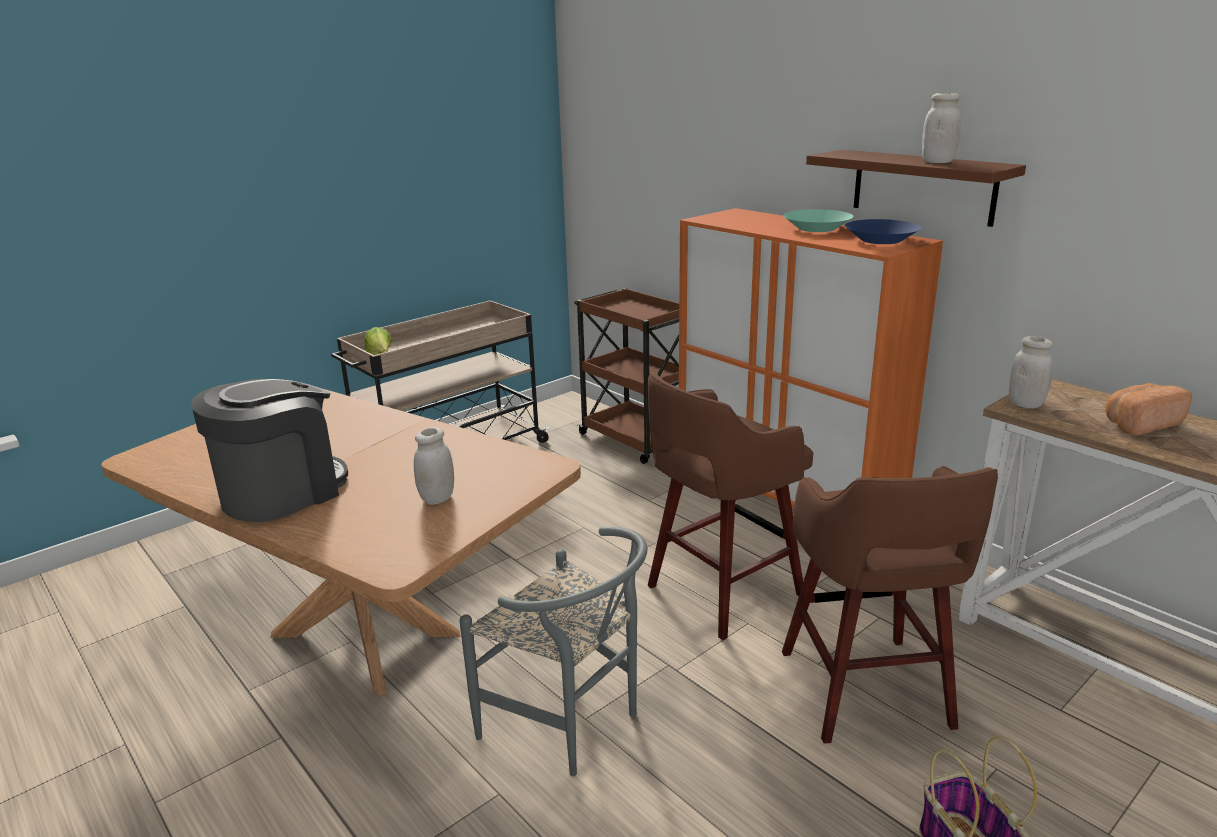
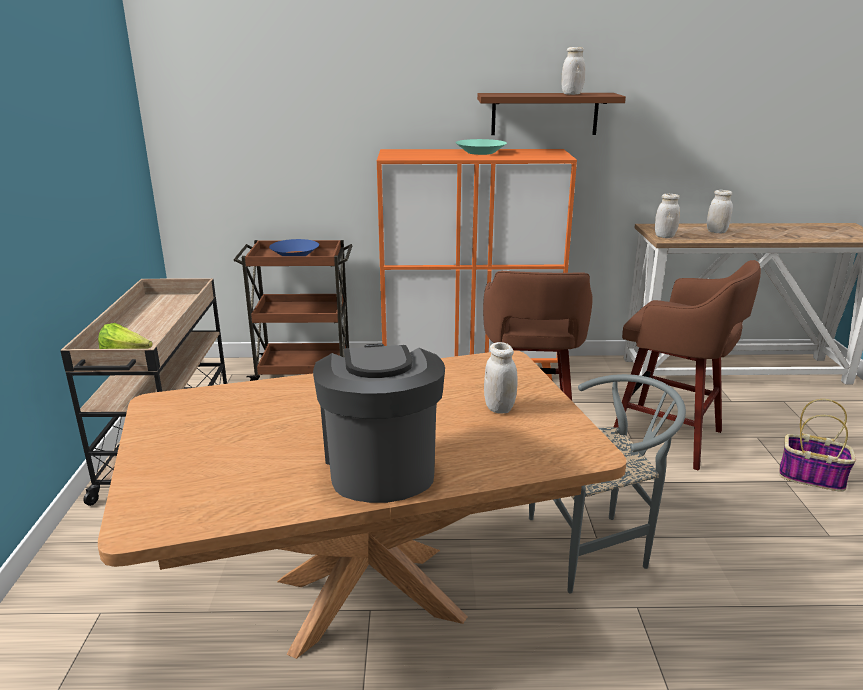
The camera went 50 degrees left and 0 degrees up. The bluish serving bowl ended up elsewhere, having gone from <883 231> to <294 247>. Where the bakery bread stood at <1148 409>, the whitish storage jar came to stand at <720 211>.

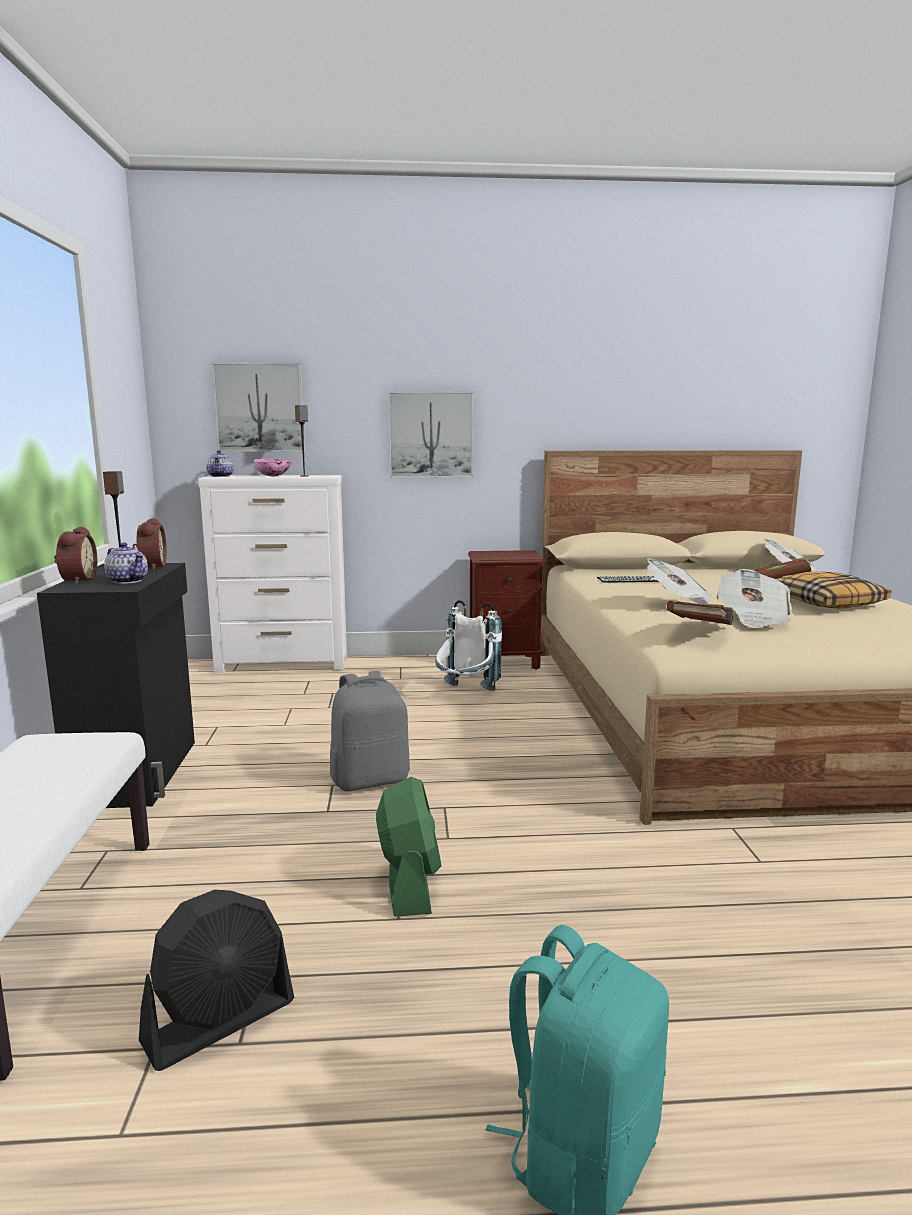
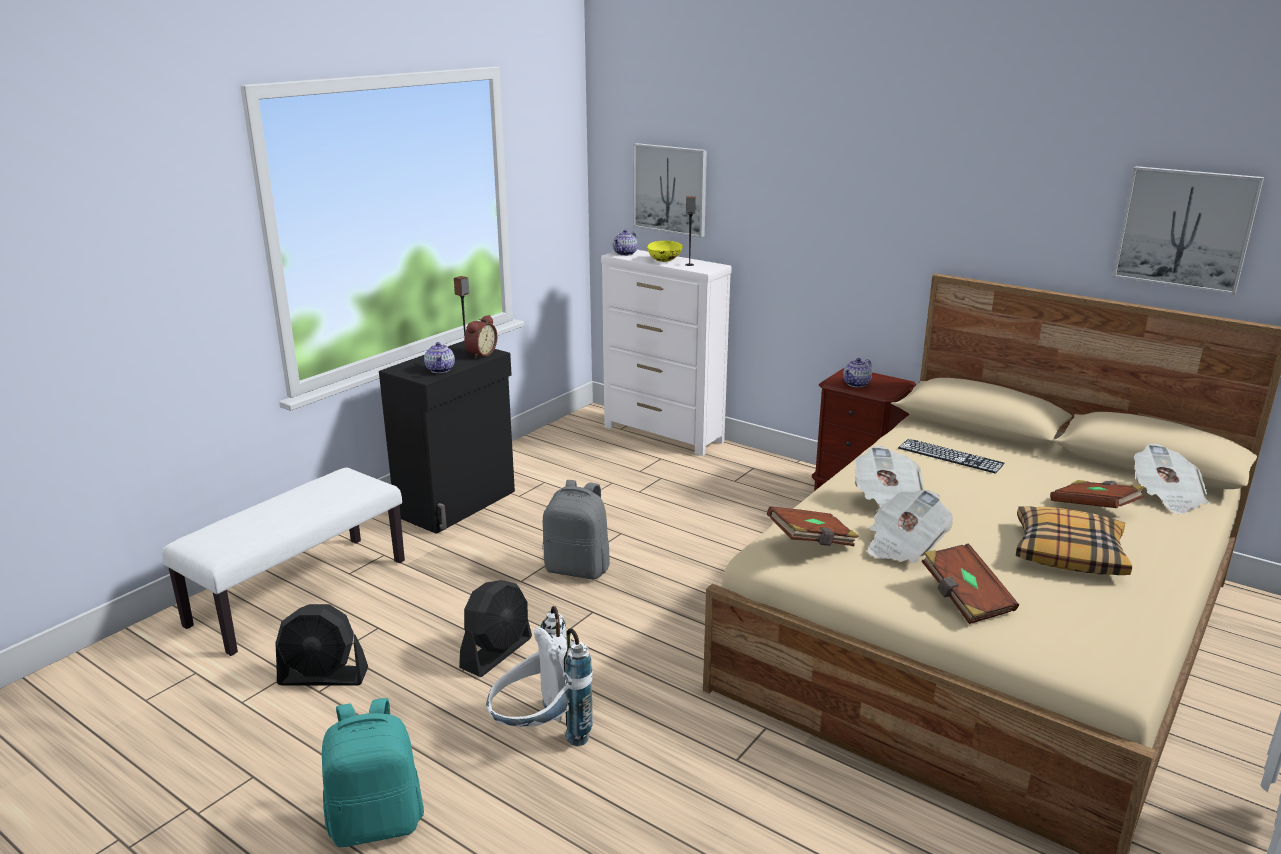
The camera went 40 degrees right and 10 degrees up. The second view lost the alarm clock at <75 555>. The second view gained the pot for tea at <857 373>. The second view gained the brown-coloured volume at <970 583>. The wall art ended up elsewhere, having gone from <431 434> to <1188 230>. The whitish backpack ended up elsewhere, having gone from <468 645> to <539 676>. What was the pink-coloured serving bowl at <273 467> turned into the yellowish serving bowl at <665 251>. What was the green-coloured electric fan at <409 847> turned into the black electric fan at <495 628>.

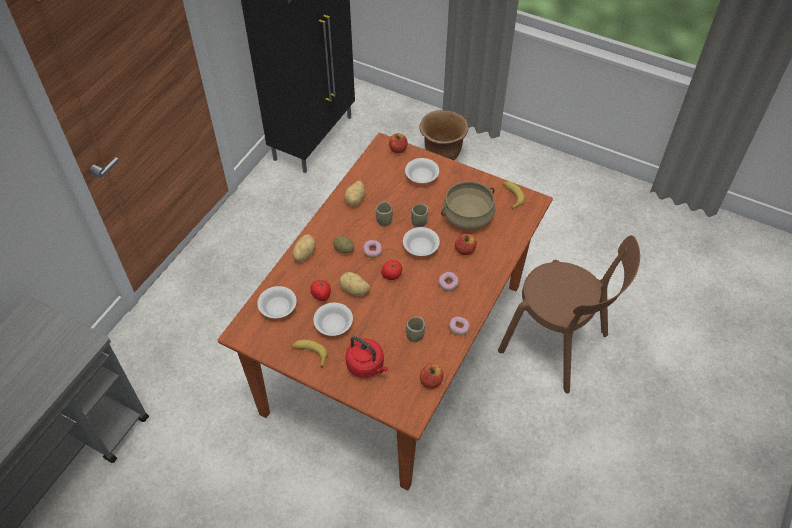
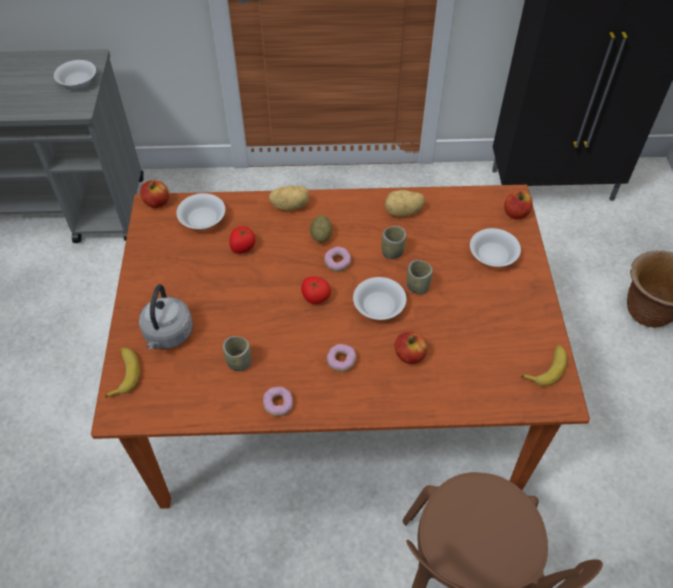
The camera went 60 degrees right and 0 degrees up. The second view lost the whole potato at <354 284>. The second view lost the beige cooking pot at <468 205>. The banana ended up elsewhere, having gone from <309 354> to <122 372>. The whitish serving bowl ended up elsewhere, having gone from <333 319> to <75 74>. The whole apple ended up elsewhere, having gone from <431 376> to <154 194>. What was the reddish tea kettle at <366 357> turned into the gray tea kettle at <166 316>.

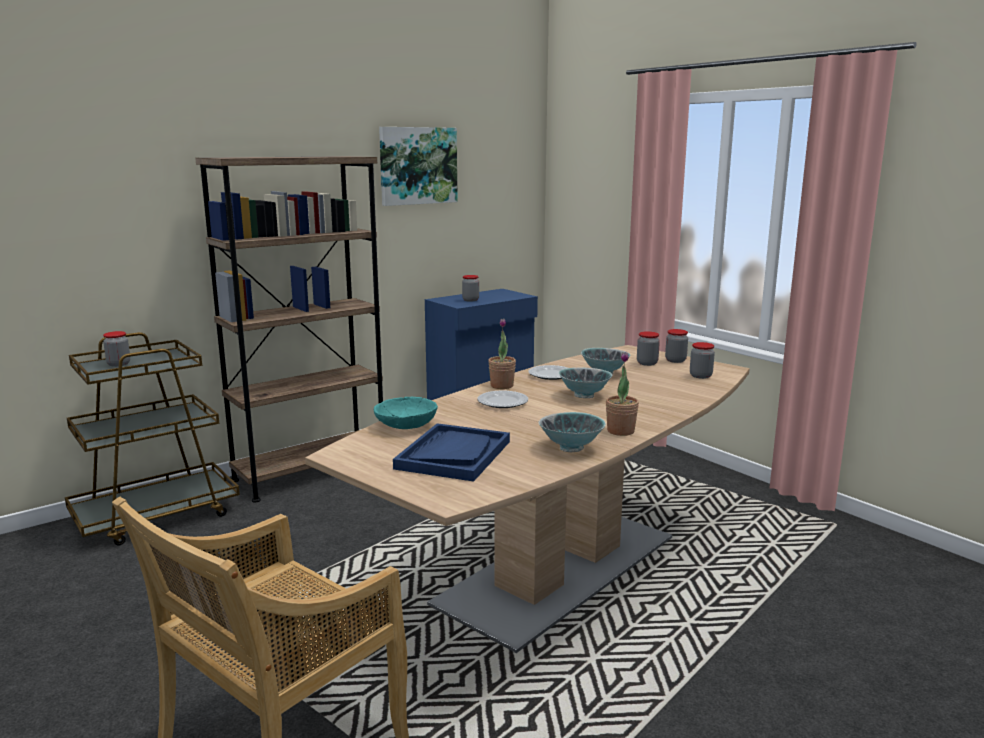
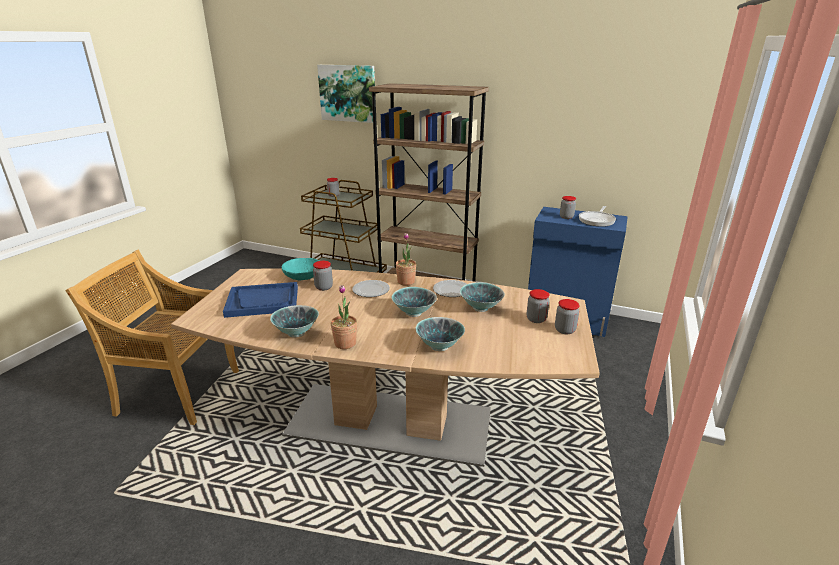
The camera went 60 degrees right and 10 degrees up. The second view gained the serving bowl at <440 334>. The second view gained the pan at <597 216>. The wall art ended up elsewhere, having gone from <418 166> to <346 94>. The storage jar ended up elsewhere, having gone from <702 360> to <323 276>.

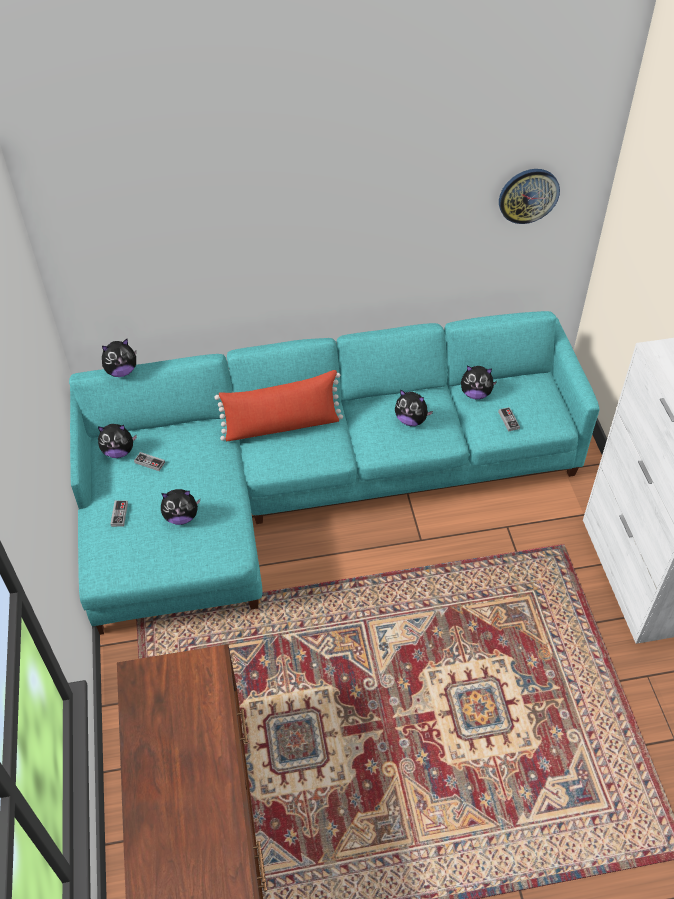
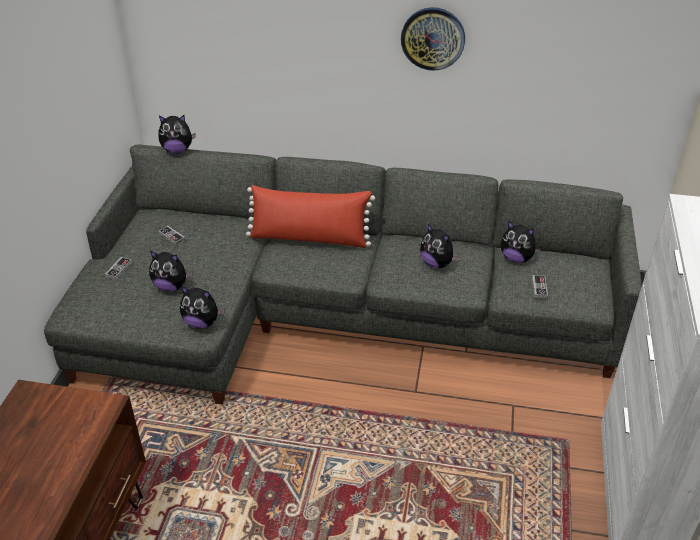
The camera went 20 degrees right and 10 degrees down. The plush toy ended up elsewhere, having gone from <117 441> to <202 307>. The wall clock ended up elsewhere, having gone from <529 196> to <433 39>. What was the turquoise settee at <334 473> turned into the gray settee at <342 274>.

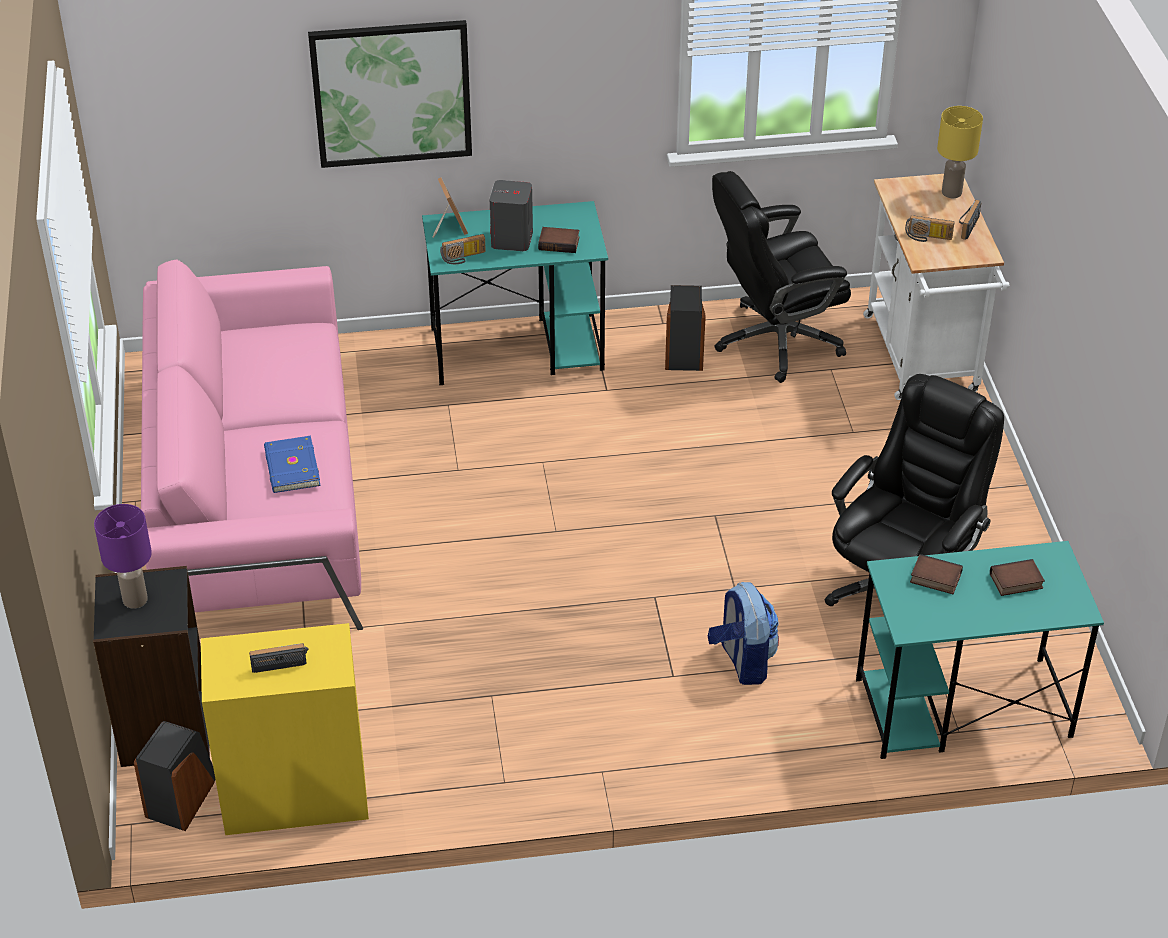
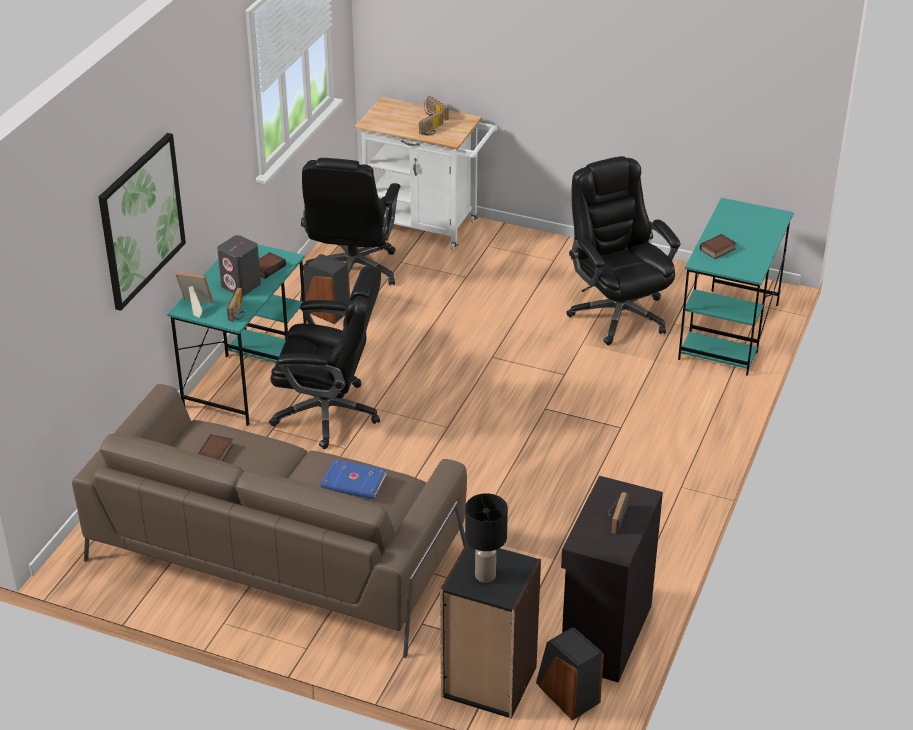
The camera went 60 degrees left and 5 degrees down. The second view lost the backpack at <743 633>. The second view lost the yellowish tabletop lamp at <960 152>. The second view gained the black desk chair at <325 357>. The volume ended up elsewhere, having gone from <1017 577> to <215 447>. What was the purple tabletop lamp at <123 556> turned into the black tabletop lamp at <486 538>. What was the pink-coloured settee at <252 445> turned into the brown-coloured settee at <269 521>. What was the yellowish storage cabinet at <285 729> turned into the black storage cabinet at <612 579>.

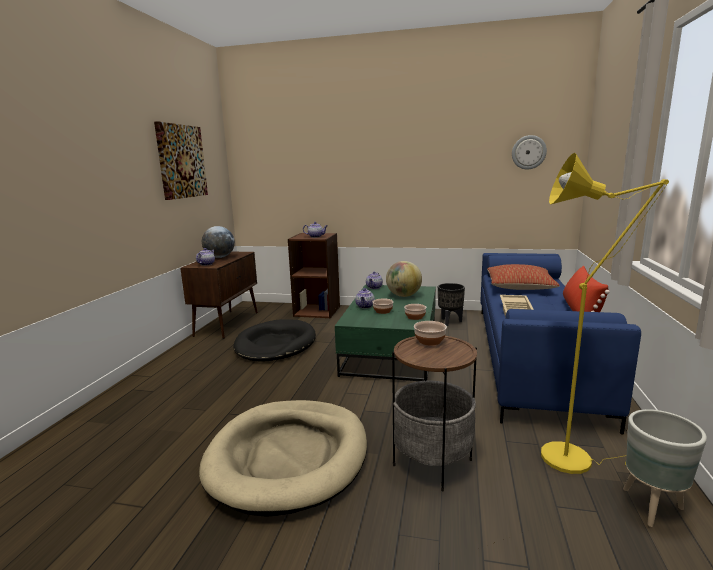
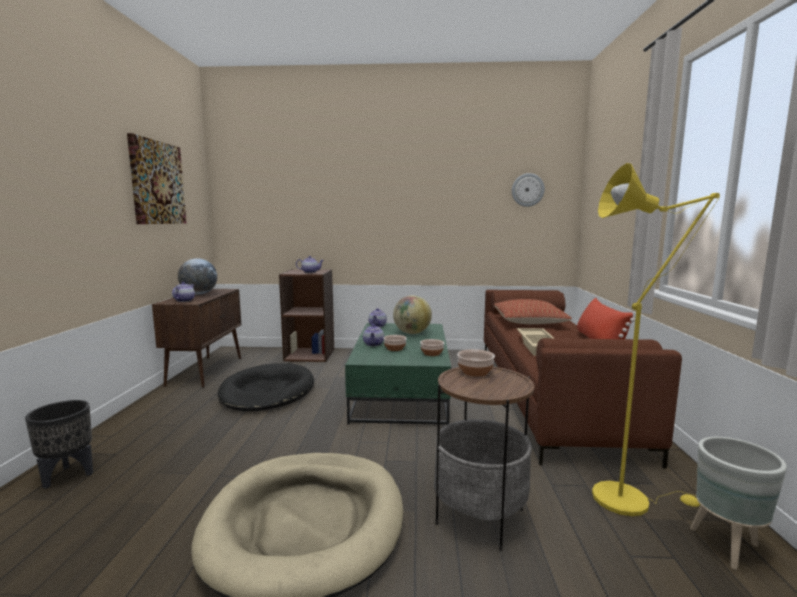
The camera went 10 degrees left and 5 degrees down. The black planter ended up elsewhere, having gone from <451 304> to <59 444>. What was the bluish settee at <560 344> turned into the brown-coloured settee at <583 379>.

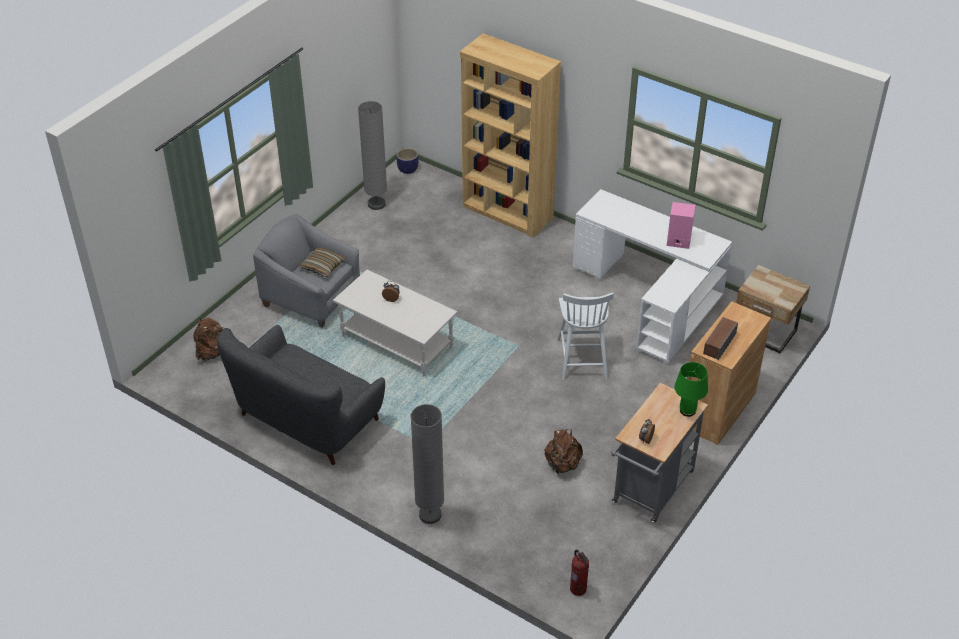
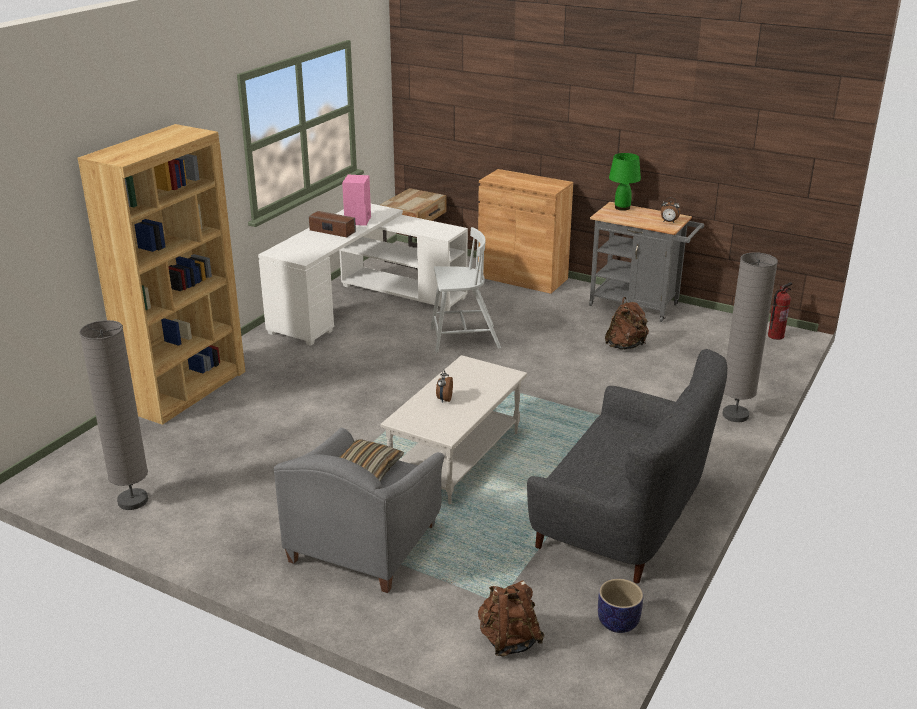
The camera went 95 degrees left and 15 degrees down. The planter ended up elsewhere, having gone from <407 161> to <620 606>. The audio speaker ended up elsewhere, having gone from <720 338> to <332 224>.

